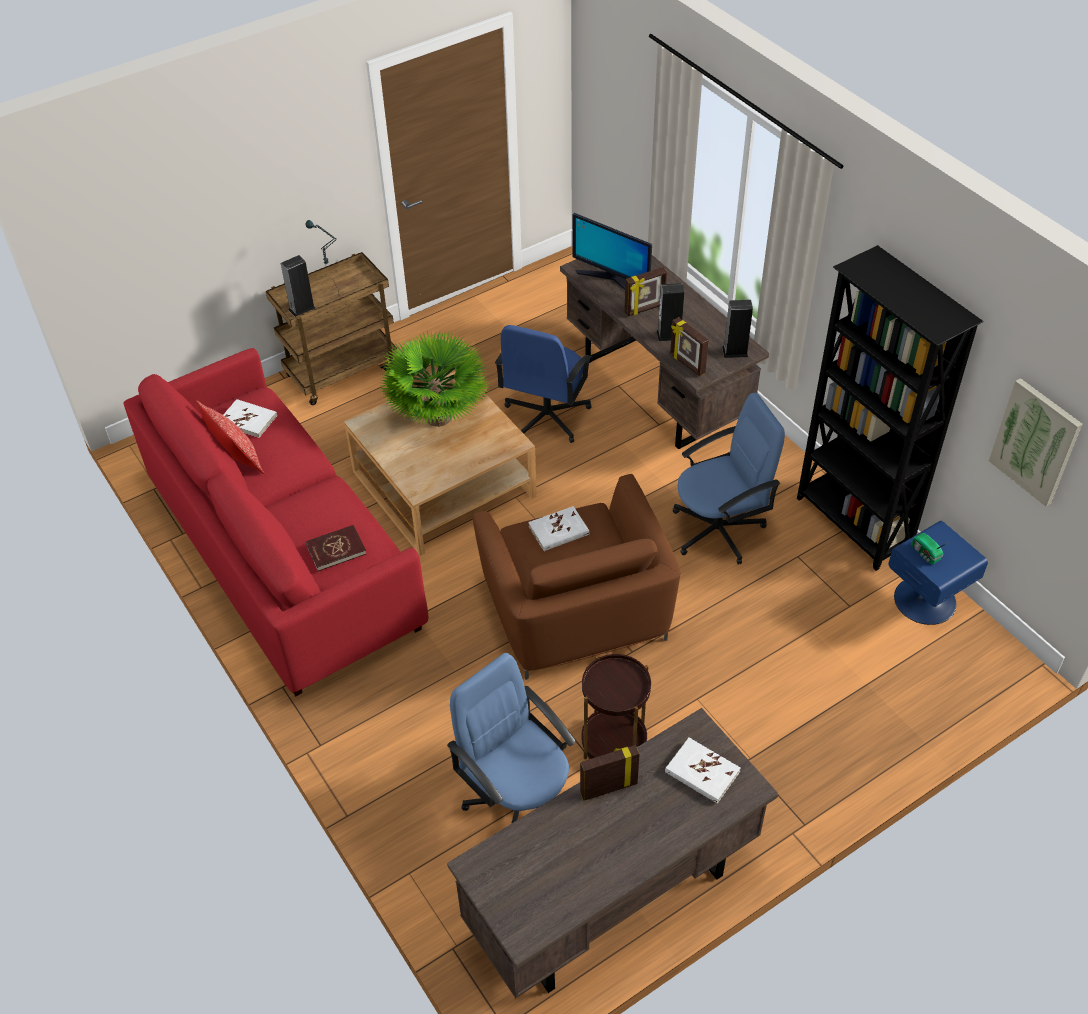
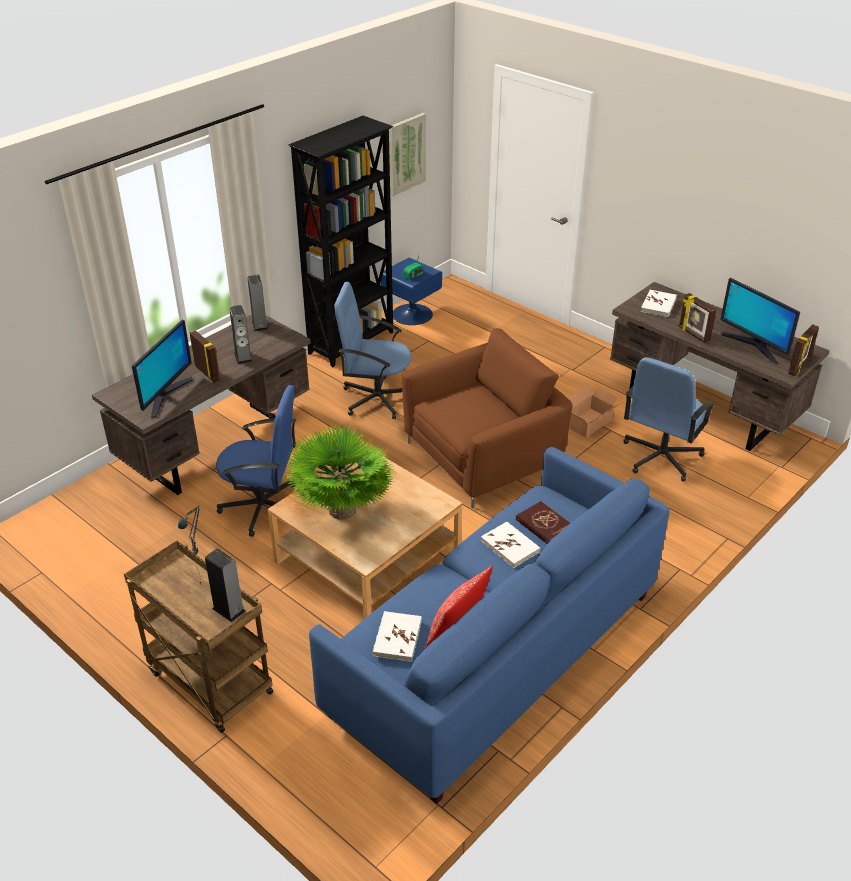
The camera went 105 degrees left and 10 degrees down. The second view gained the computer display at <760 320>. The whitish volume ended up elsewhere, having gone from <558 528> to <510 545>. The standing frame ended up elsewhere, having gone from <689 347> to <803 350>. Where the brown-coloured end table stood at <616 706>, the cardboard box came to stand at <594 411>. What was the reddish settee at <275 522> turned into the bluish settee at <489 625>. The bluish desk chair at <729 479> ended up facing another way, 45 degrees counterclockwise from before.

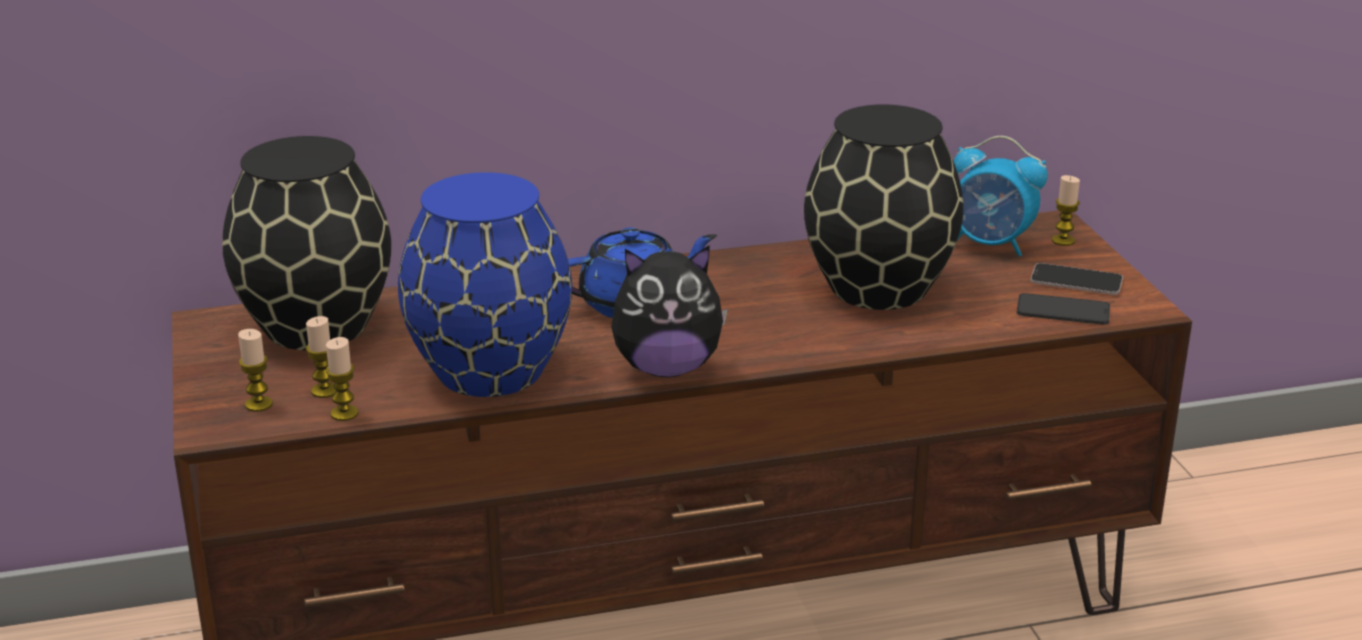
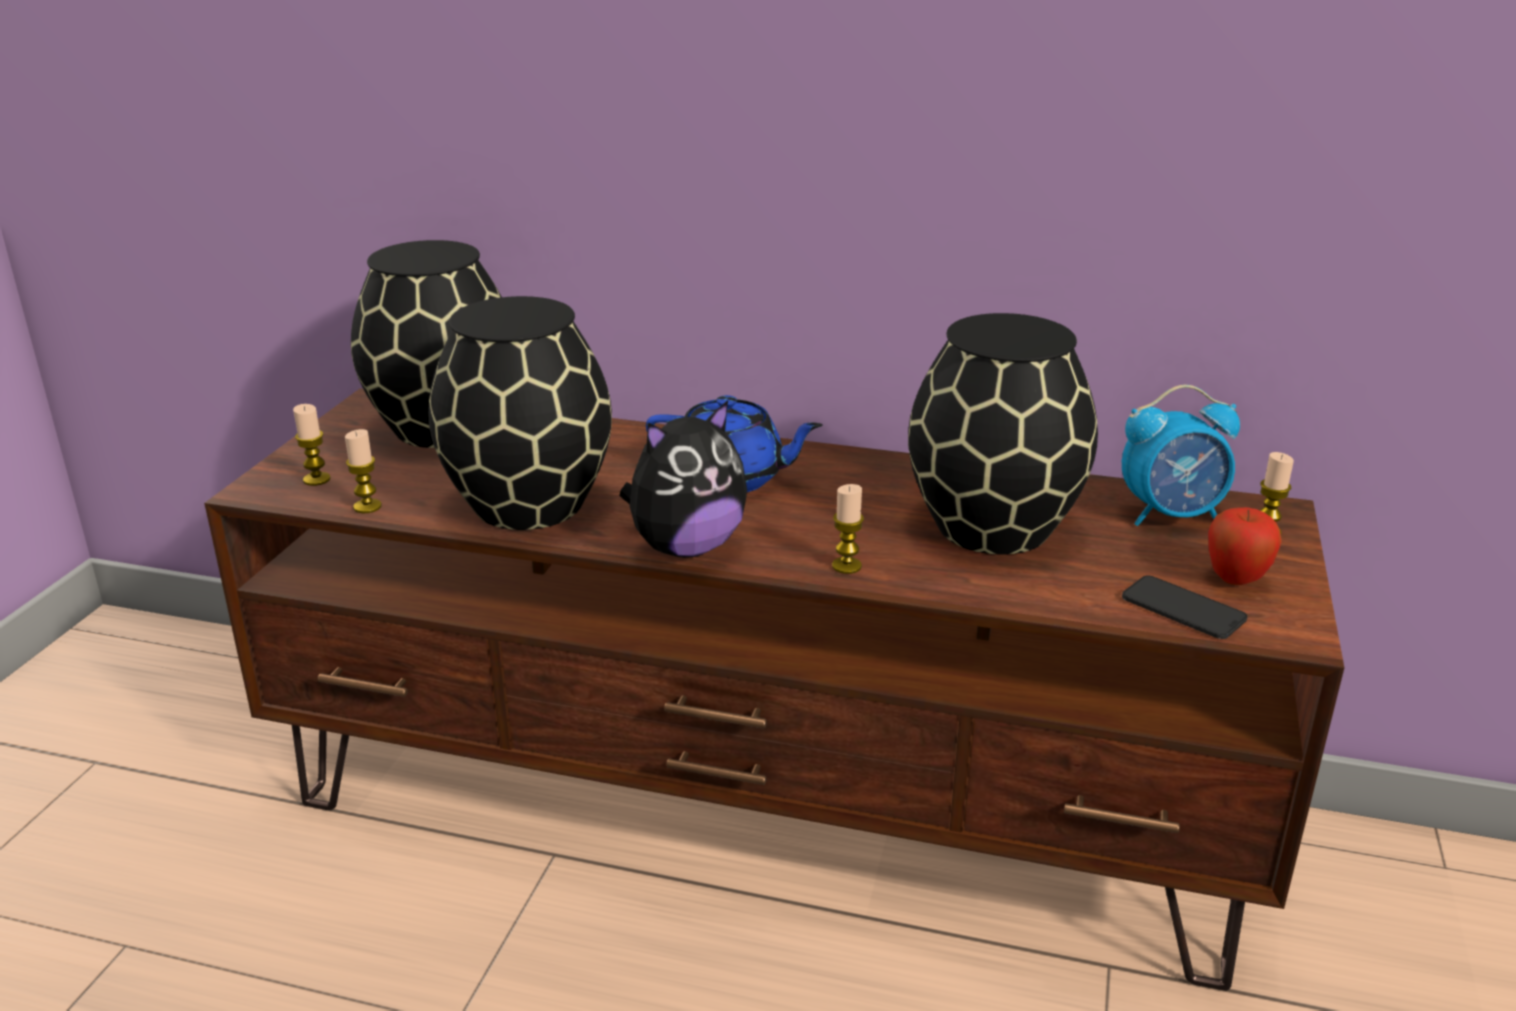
The camera went 30 degrees right and 0 degrees up. The wax candle ended up elsewhere, having gone from <321 357> to <848 529>. Where the handset stood at <1077 279>, the whole apple came to stand at <1245 546>. What was the bluish flower vase at <485 284> turned into the black flower vase at <520 413>. The plush toy at <669 311> ended up facing another way, 60 degrees counterclockwise from before. The alarm clock at <1001 196> ended up facing another way, 60 degrees counterclockwise from before.

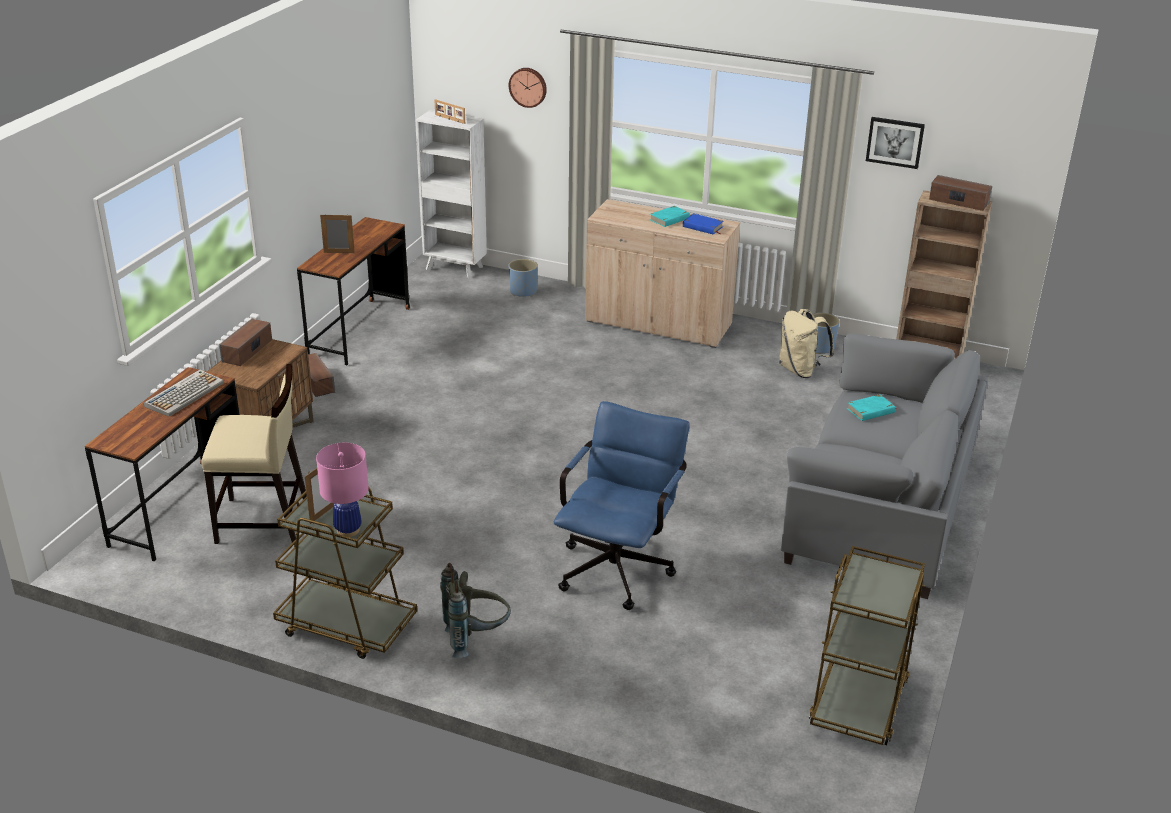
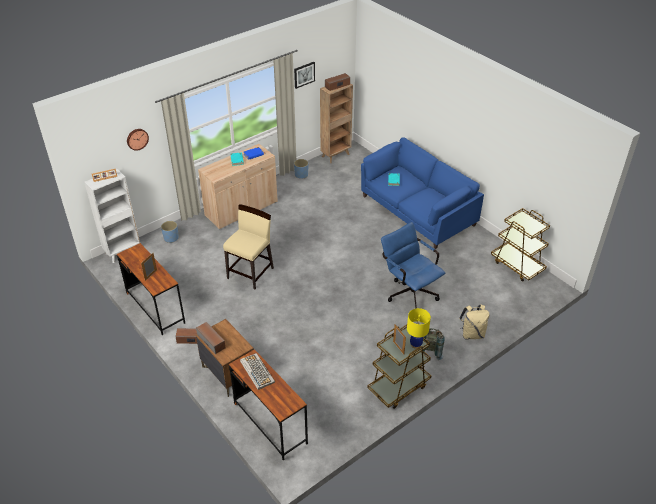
The camera went 60 degrees left and 10 degrees up. The beige upright chair ended up elsewhere, having gone from <254 454> to <248 246>. The beige backpack ended up elsewhere, having gone from <806 343> to <474 322>. What was the pink-coloured tabletop lamp at <342 490> turned into the yellowish tabletop lamp at <419 328>. What was the gray settee at <884 466> turned into the bluish settee at <422 193>.

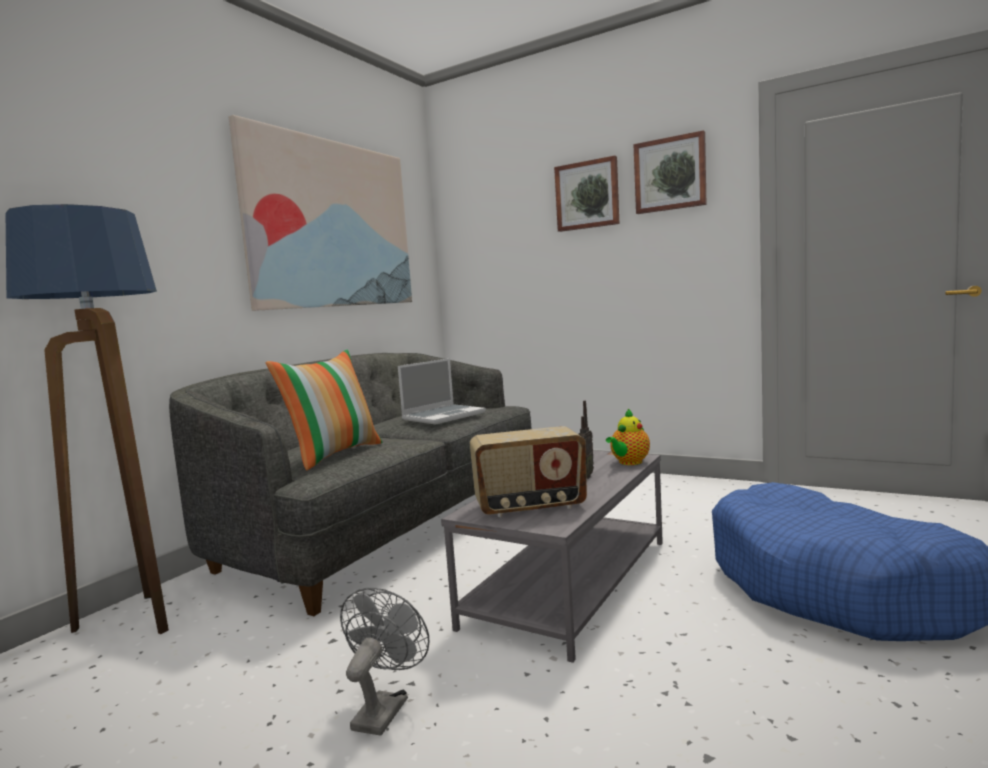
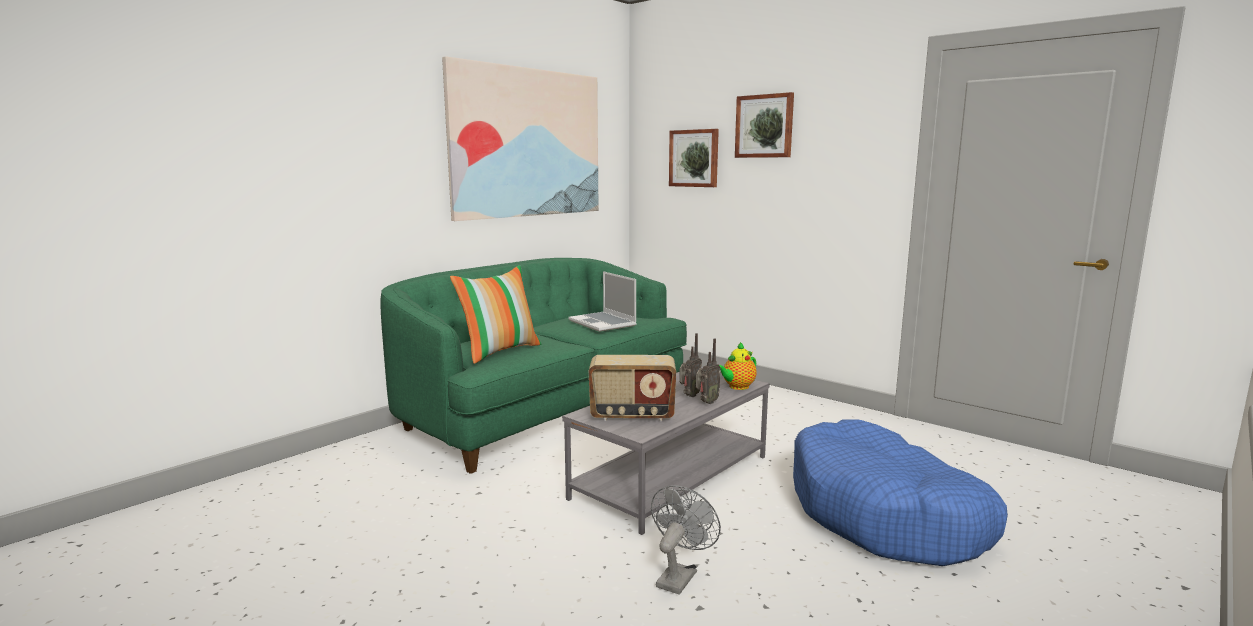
The camera went 10 degrees right and 5 degrees up. The second view lost the floor lamp at <87 419>. The second view gained the radio at <708 371>. The gray electric fan ended up elsewhere, having gone from <384 662> to <686 540>. The wall art ended up elsewhere, having gone from <670 172> to <694 158>. What was the gray settee at <350 484> turned into the green-coloured settee at <534 366>. The portable computer at <442 391> ended up facing another way, 90 degrees clockwise from before.

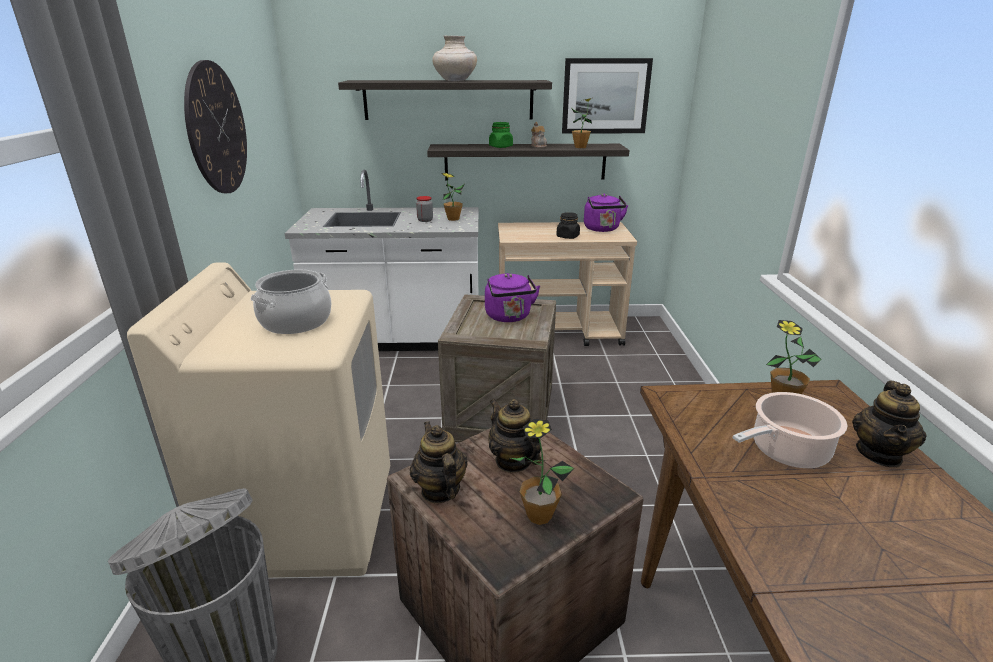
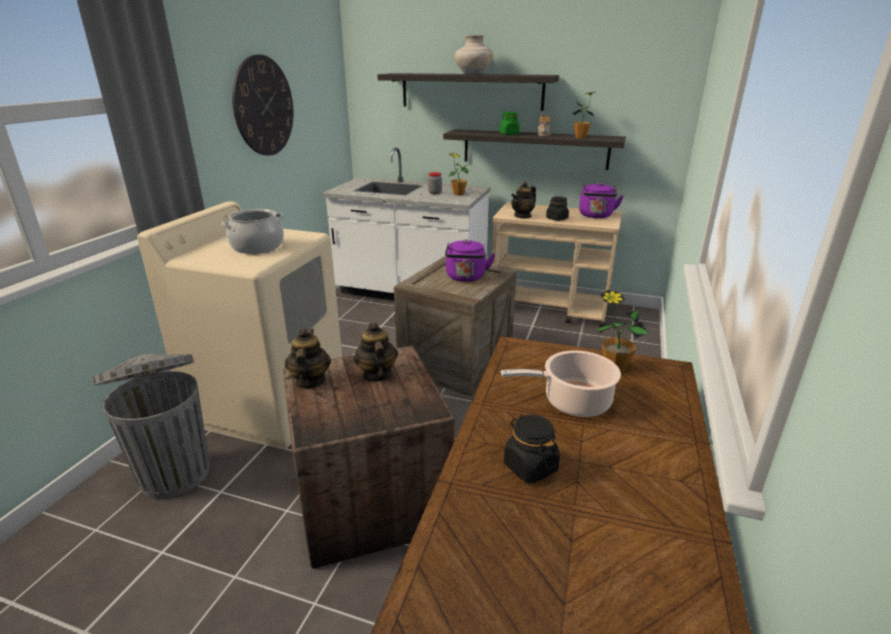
The camera went 20 degrees right and 0 degrees up. The second view lost the plant in a pot at <542 472>. The second view lost the wall art at <607 96>. The second view gained the black storage jar at <532 449>. The pot for tea ended up elsewhere, having gone from <889 423> to <523 200>.

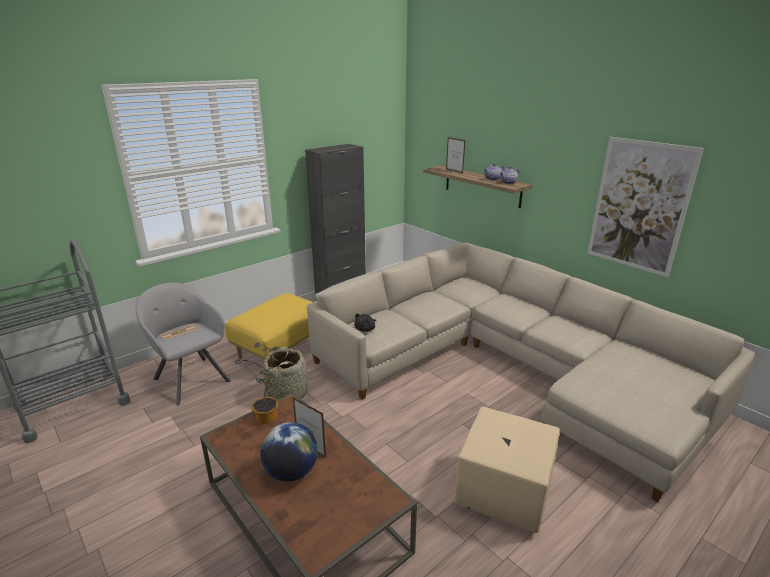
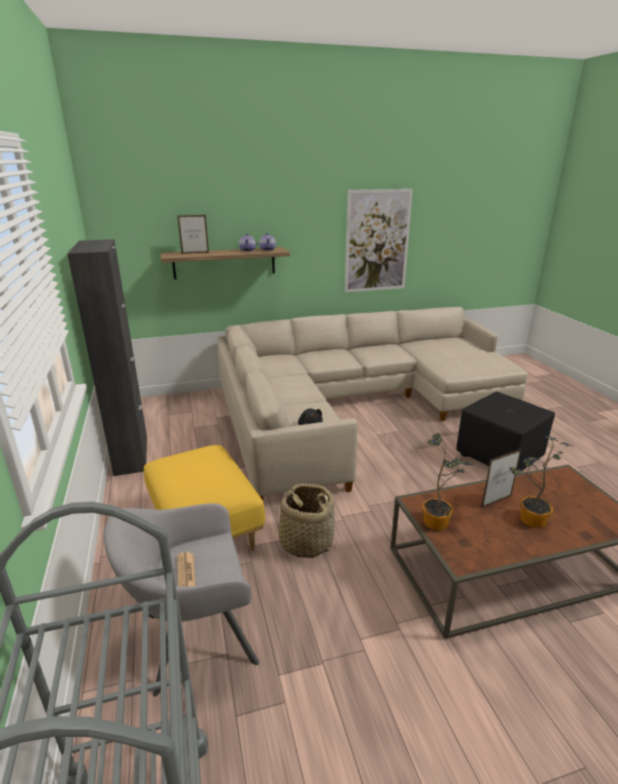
The camera went 65 degrees left and 0 degrees up. Where the world globe stood at <289 452>, the plant in a pot came to stand at <540 482>. What was the beige ottoman at <507 470> turned into the black ottoman at <505 431>.

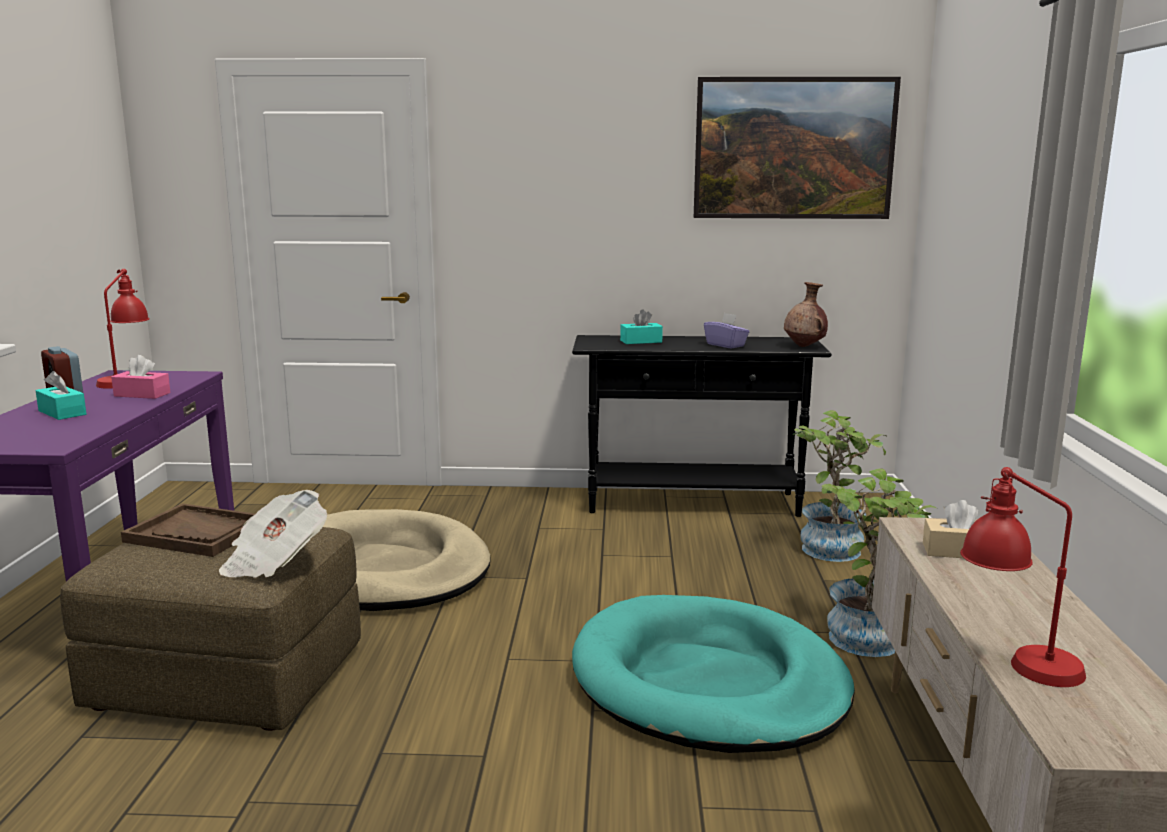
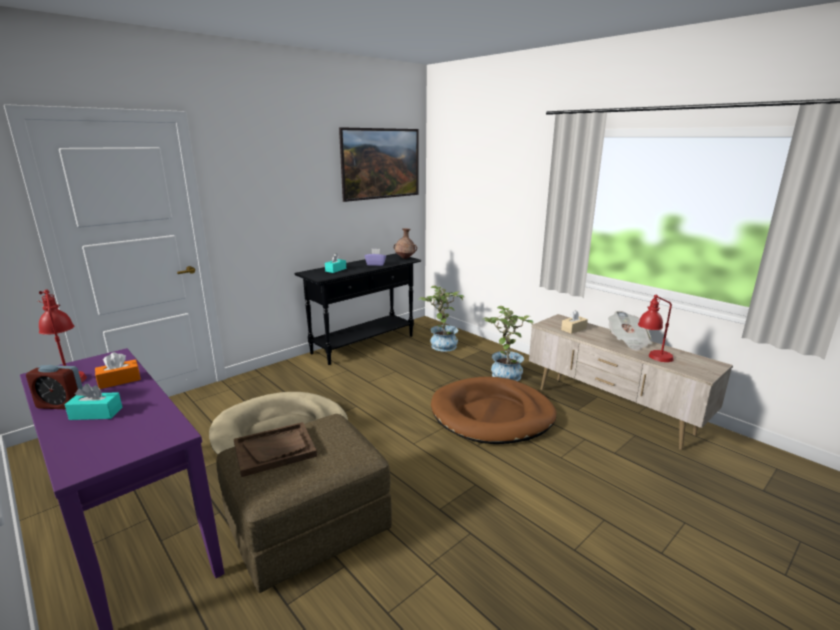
The camera went 45 degrees left and 5 degrees up. The daily paper ended up elsewhere, having gone from <273 534> to <630 331>. What was the pink-coloured tissue box at <140 377> turned into the orange-coloured tissue box at <118 370>. What was the turquoise dog cushion at <713 674> turned into the brown-coloured dog cushion at <494 410>.

